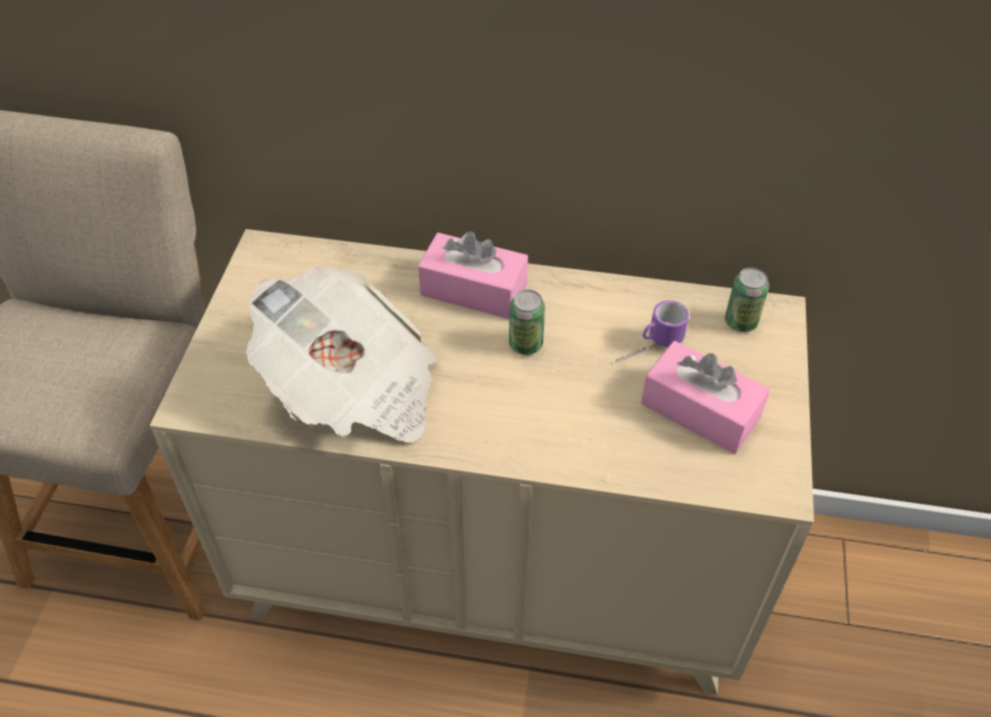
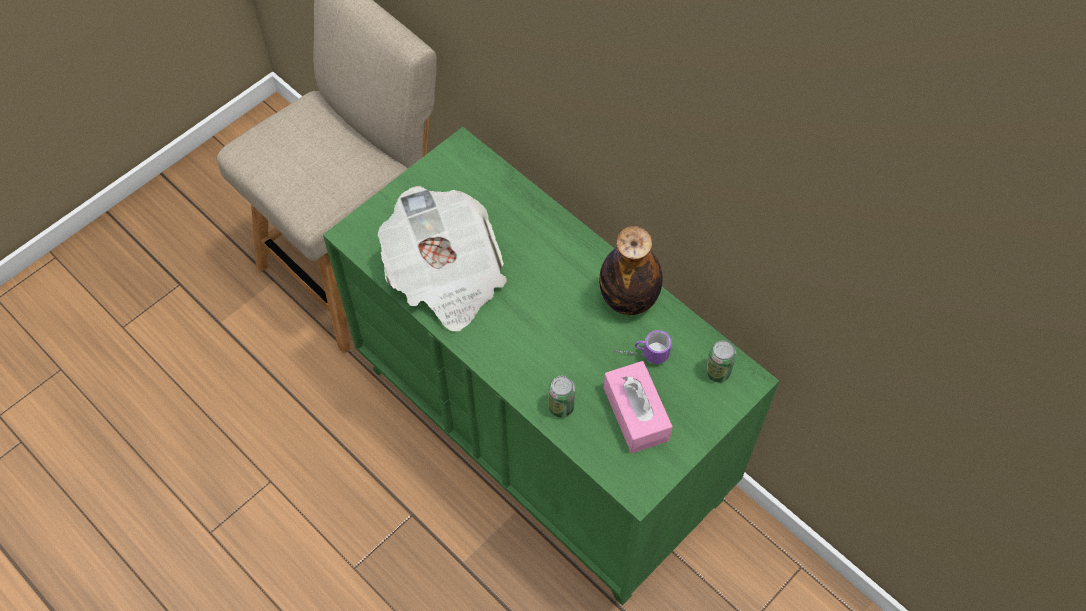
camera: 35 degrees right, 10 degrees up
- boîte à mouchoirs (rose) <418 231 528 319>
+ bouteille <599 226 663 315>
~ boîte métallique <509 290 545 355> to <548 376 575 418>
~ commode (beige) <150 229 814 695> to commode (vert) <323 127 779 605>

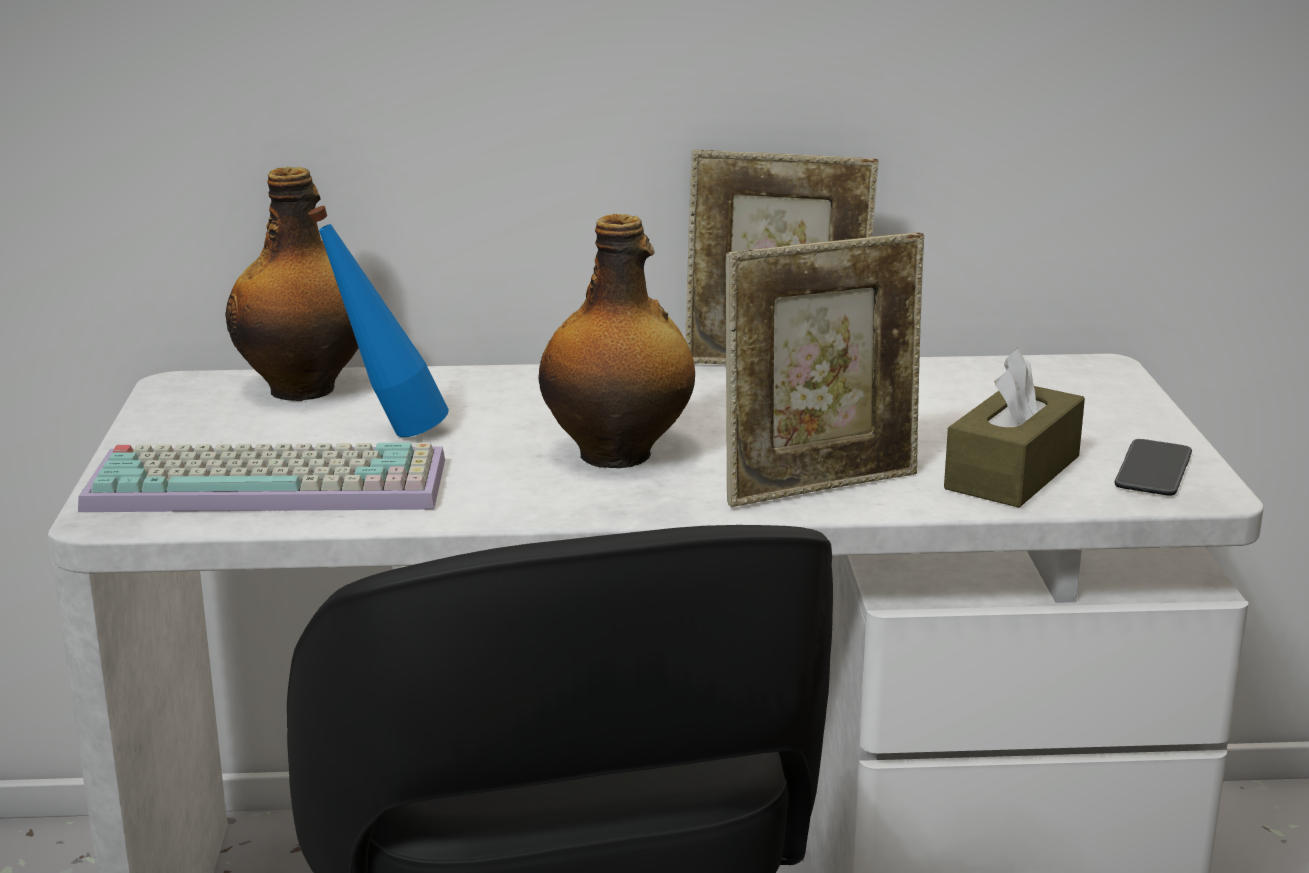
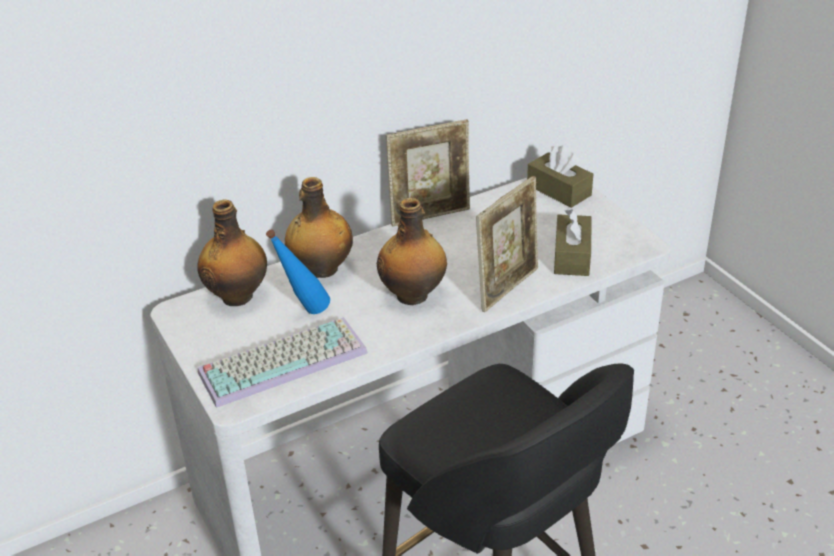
camera: 25 degrees left, 15 degrees up
- téléphone <1115 439 1192 495>
+ bouteille <285 177 353 278>
+ boîte à mouchoirs (marron) <527 145 593 208>

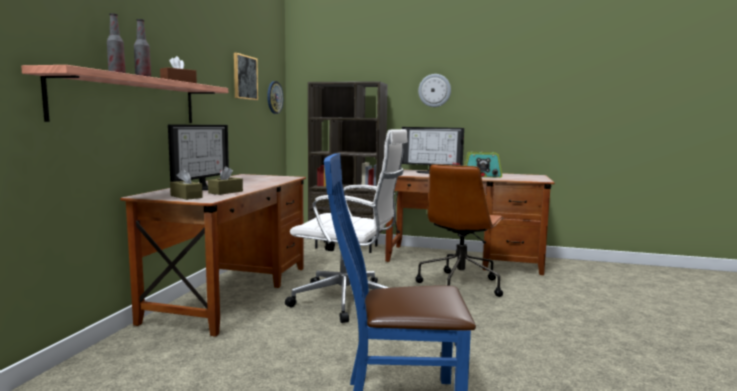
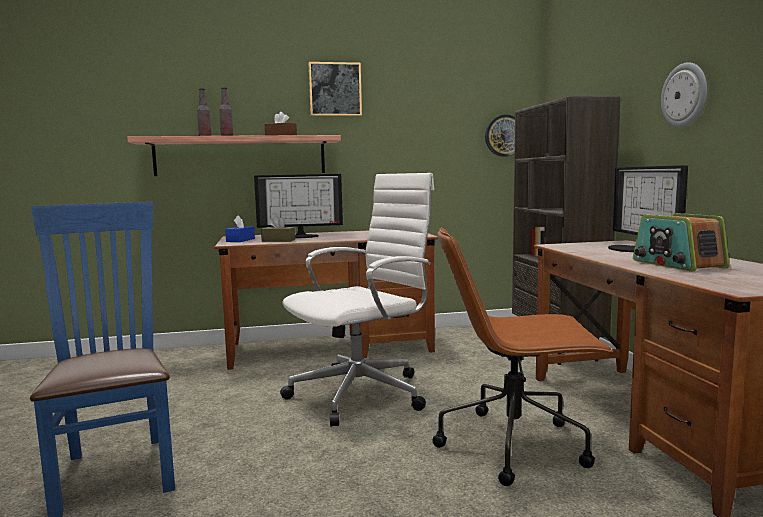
camera: 65 degrees right, 0 degrees up
~ tableau <234 53 258 100> to <309 62 362 116>
~ boîte à mouchoirs (marron) <170 169 203 200> to boîte à mouchoirs (bleu) <225 215 255 242>
~ chaise de bureau (blanc) <285 129 408 323> = <280 173 434 426> 120 degrees counterclockwise

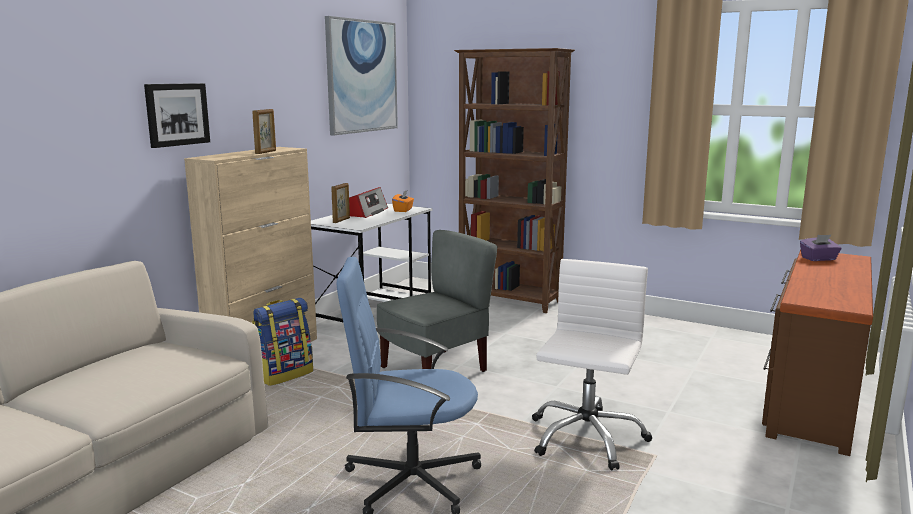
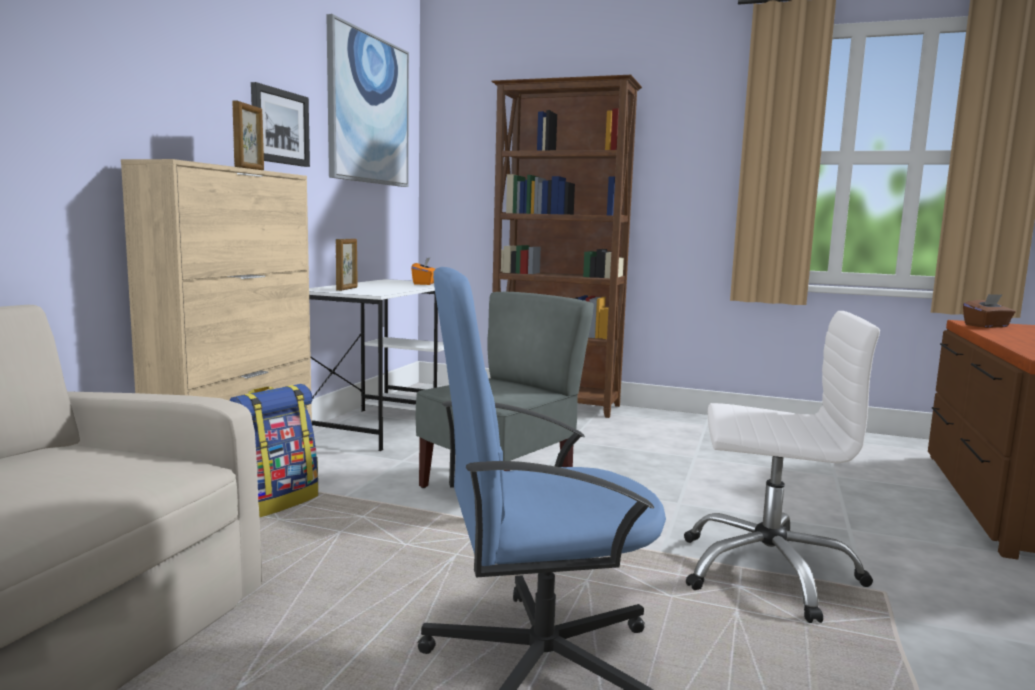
camera: 10 degrees left, 5 degrees down
- radio <349 187 388 218>
~ tableau <144 83 210 148> to <251 82 310 167>
~ boîte à mouchoirs (violet) <800 235 842 261> to boîte à mouchoirs (marron) <963 294 1015 328>
~ chaise de bureau (blanc) <532 259 652 470> = <684 311 880 623> 90 degrees clockwise

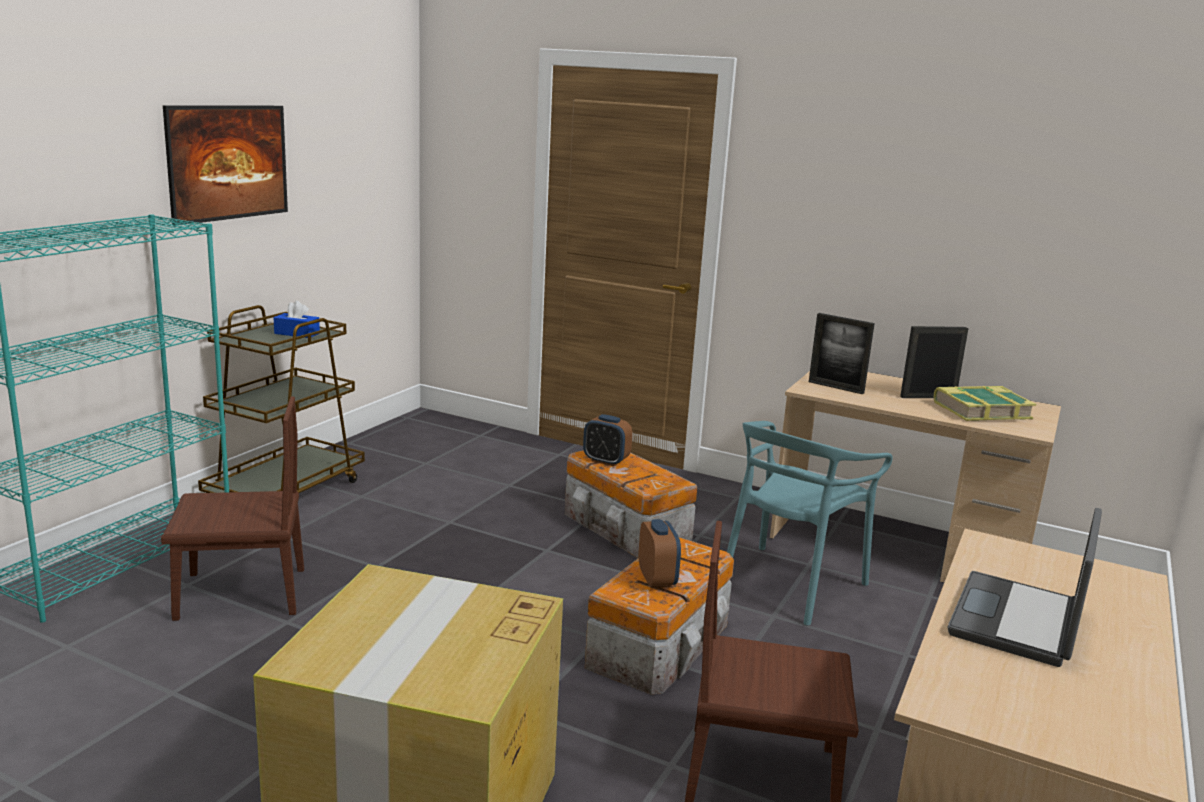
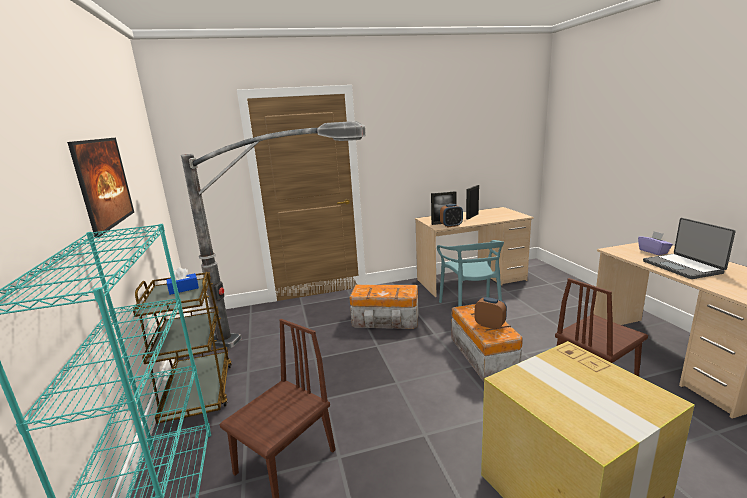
camera: 40 degrees left, 0 degrees up
- livre <934 386 1036 421>
+ lampadaire <181 121 366 348>
+ boîte à mouchoirs (violet) <638 231 673 255>
~ réveil <583 414 632 466> to <440 204 463 227>

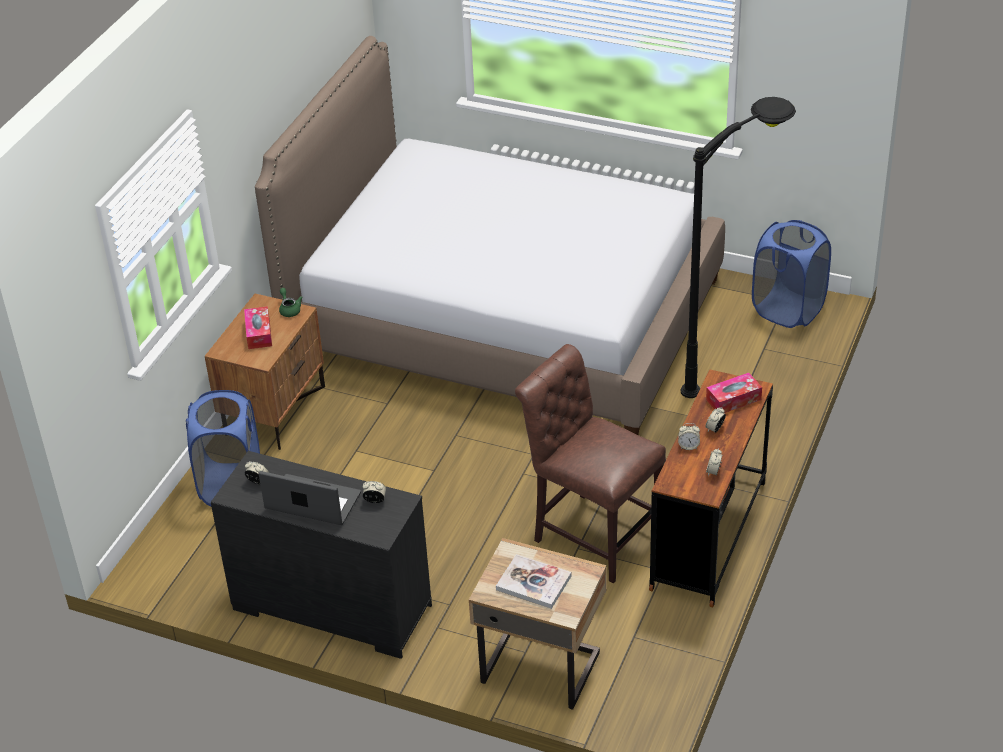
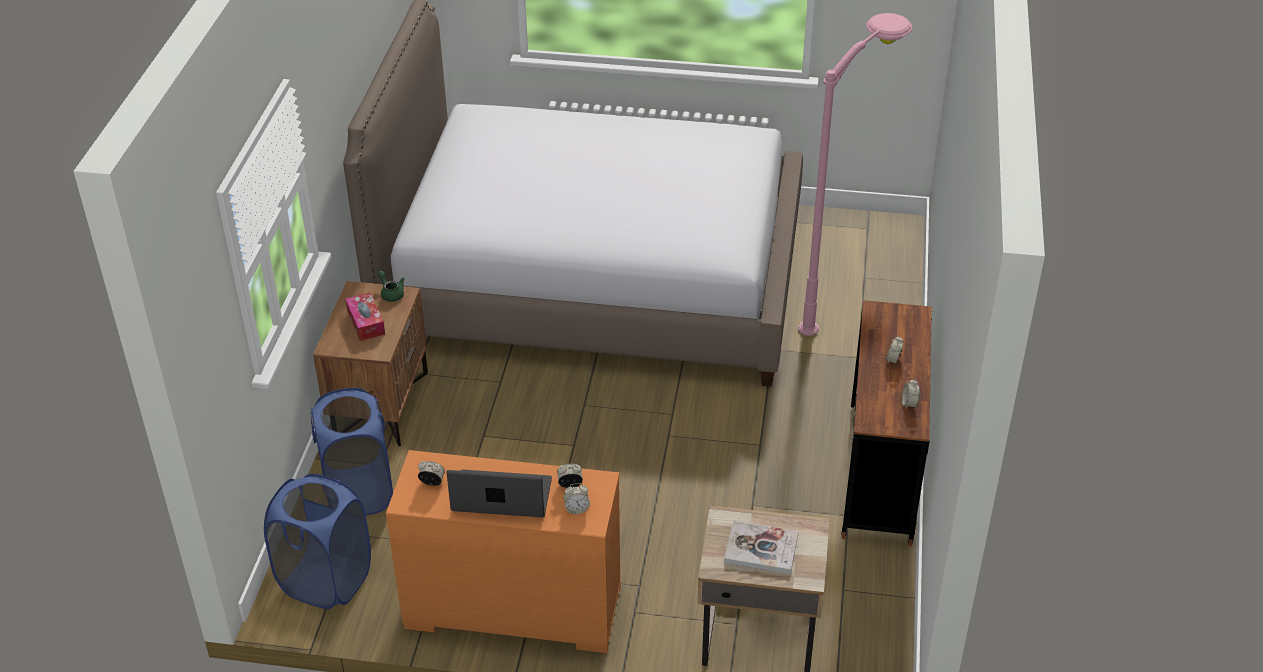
camera: 15 degrees left, 0 degrees up
- chaise (marron) <515 344 666 583>
- boîte à mouchoirs <706 373 762 413>
~ réveil <678 423 700 450> to <564 483 590 514>
~ panier à linge (bleu) <752 220 831 328> to <264 474 371 609>
~ commode (noir) <211 451 432 659> to commode (orange) <386 450 621 653>
~ lampadaire (noir) <681 97 796 398> to lampadaire (rose) <798 13 912 336>

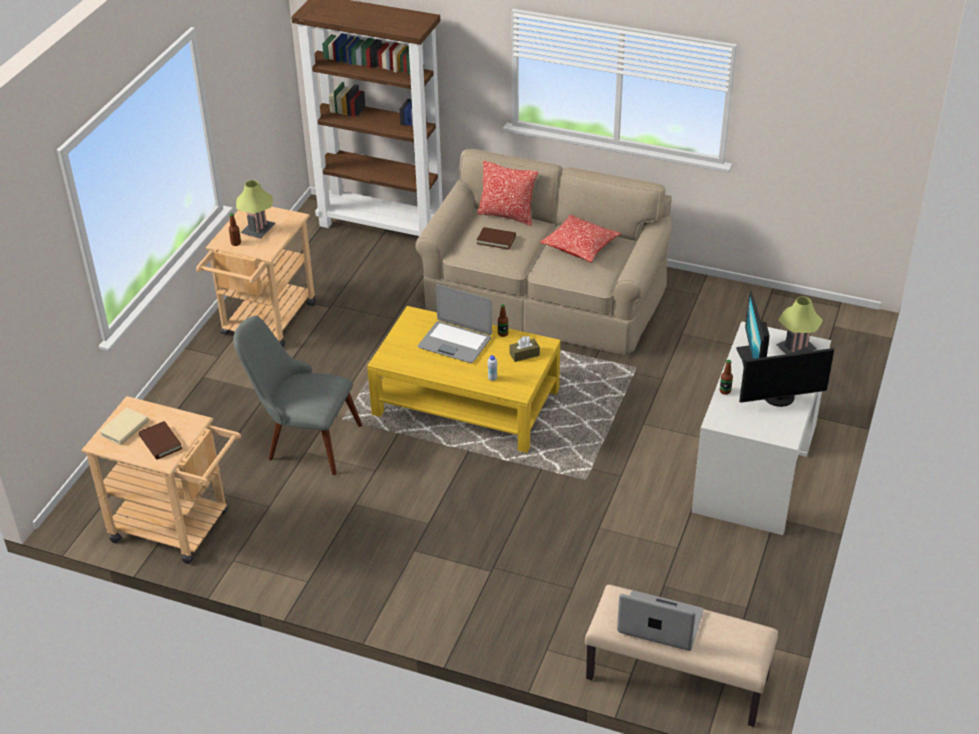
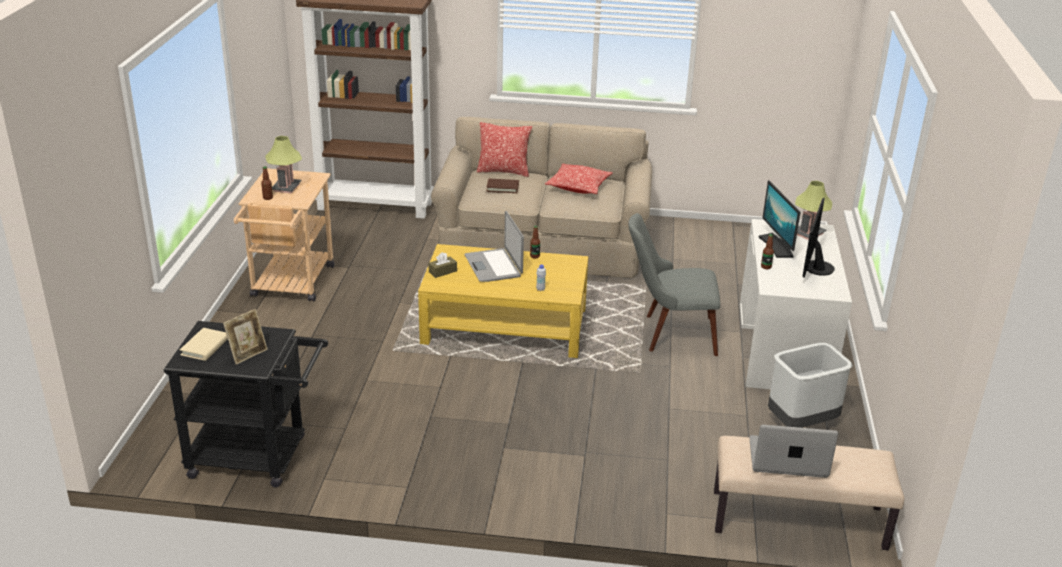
camera: 15 degrees left, 10 degrees down
+ poubelle (gris) <768 343 853 428>
~ chaise (gris) <233 316 362 475> to <628 213 720 356>
~ boîte à mouchoirs (marron) <510 336 540 362> to <429 252 457 278>
~ livre (marron) <139 421 183 460> to cadre photo <223 309 268 365>
~ chariot (beige) <81 396 241 564> to chariot (noir) <163 321 328 488>
~ ordinateur portable <418 284 492 363> = <465 211 524 282> 60 degrees clockwise
~ écran d'ordinateur <739 348 835 407> = <803 198 835 277> 135 degrees clockwise

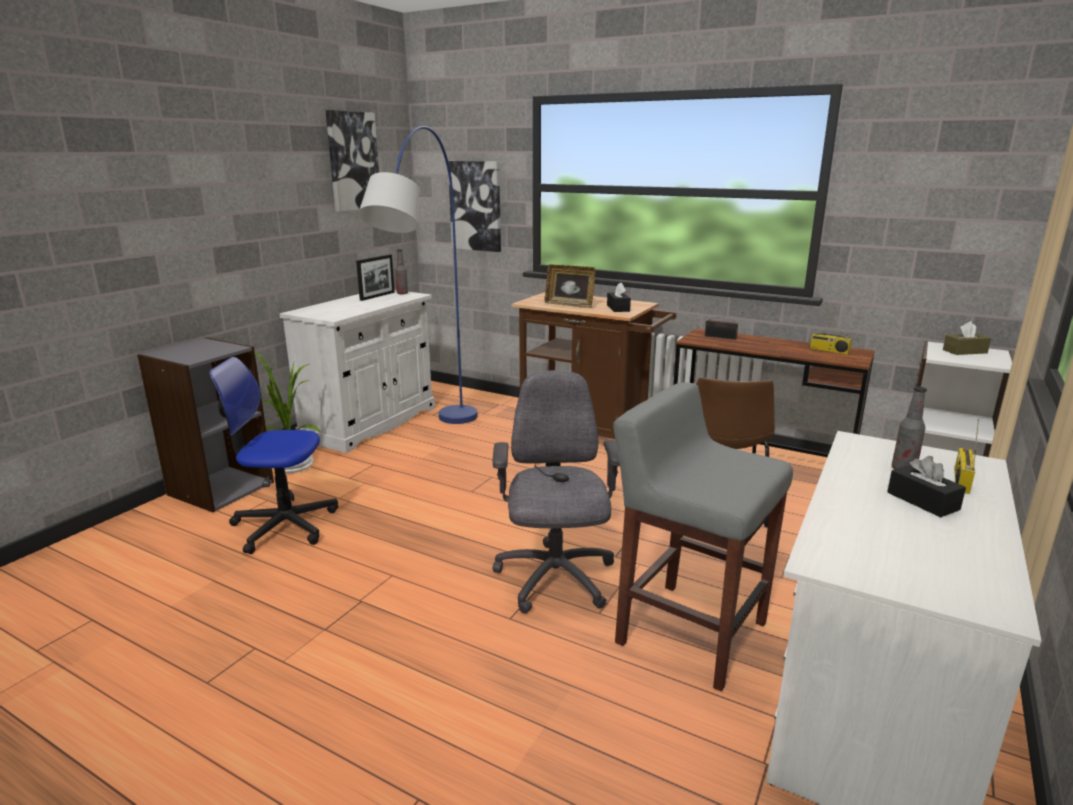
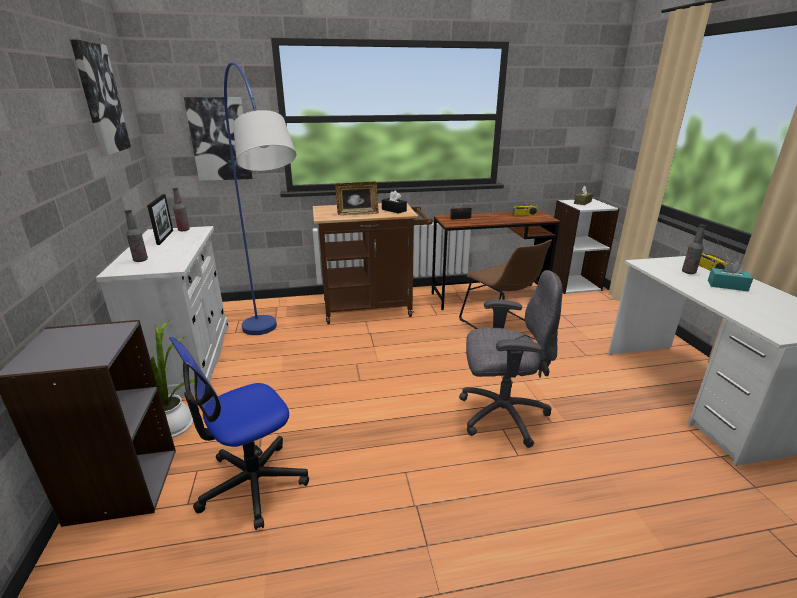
camera: 40 degrees left, 5 degrees up
- tabouret (gris) <613 382 793 692>
+ bouteille <124 210 148 262>
~ boîte à mouchoirs (noir) <887 456 966 517> to boîte à mouchoirs (turquoise) <708 261 753 291>
~ chaise de bureau (gris) <492 370 620 614> = <459 270 563 448> 135 degrees clockwise

